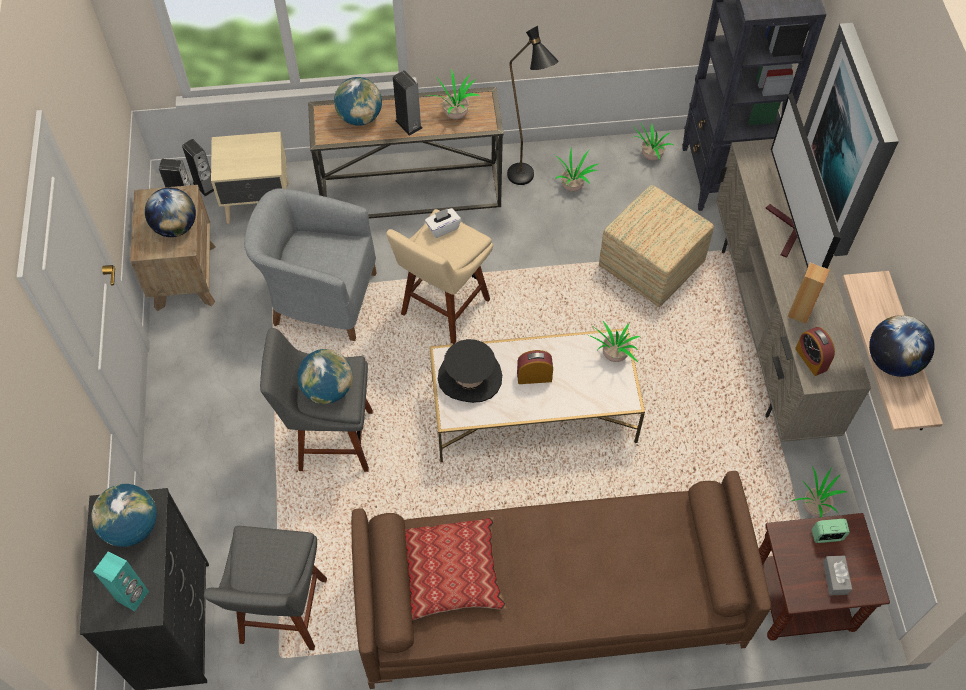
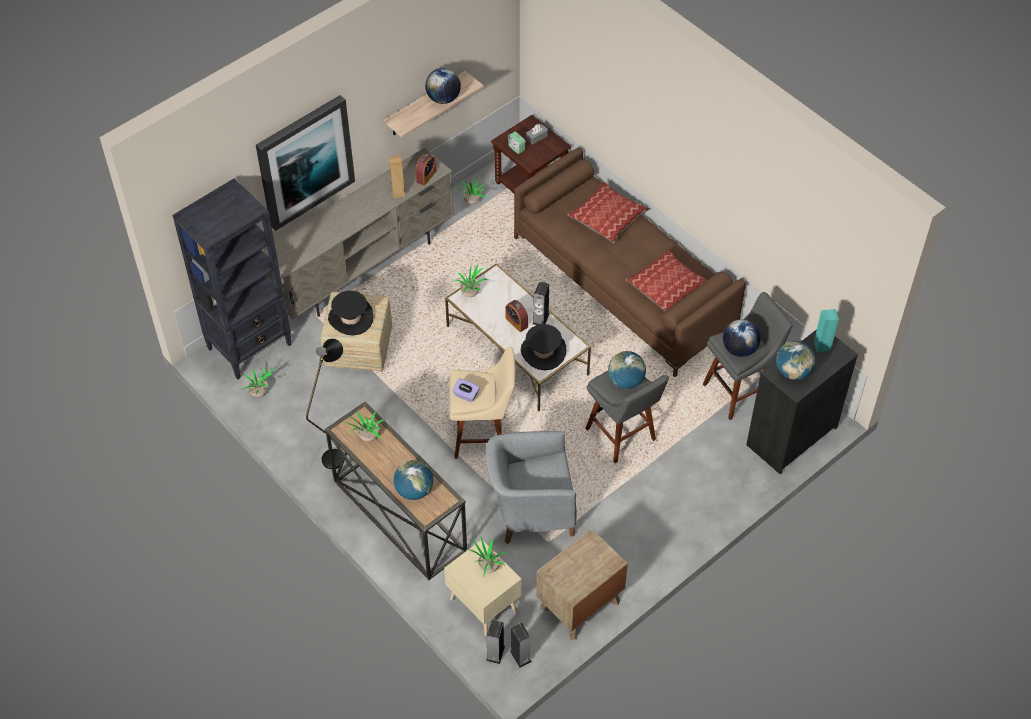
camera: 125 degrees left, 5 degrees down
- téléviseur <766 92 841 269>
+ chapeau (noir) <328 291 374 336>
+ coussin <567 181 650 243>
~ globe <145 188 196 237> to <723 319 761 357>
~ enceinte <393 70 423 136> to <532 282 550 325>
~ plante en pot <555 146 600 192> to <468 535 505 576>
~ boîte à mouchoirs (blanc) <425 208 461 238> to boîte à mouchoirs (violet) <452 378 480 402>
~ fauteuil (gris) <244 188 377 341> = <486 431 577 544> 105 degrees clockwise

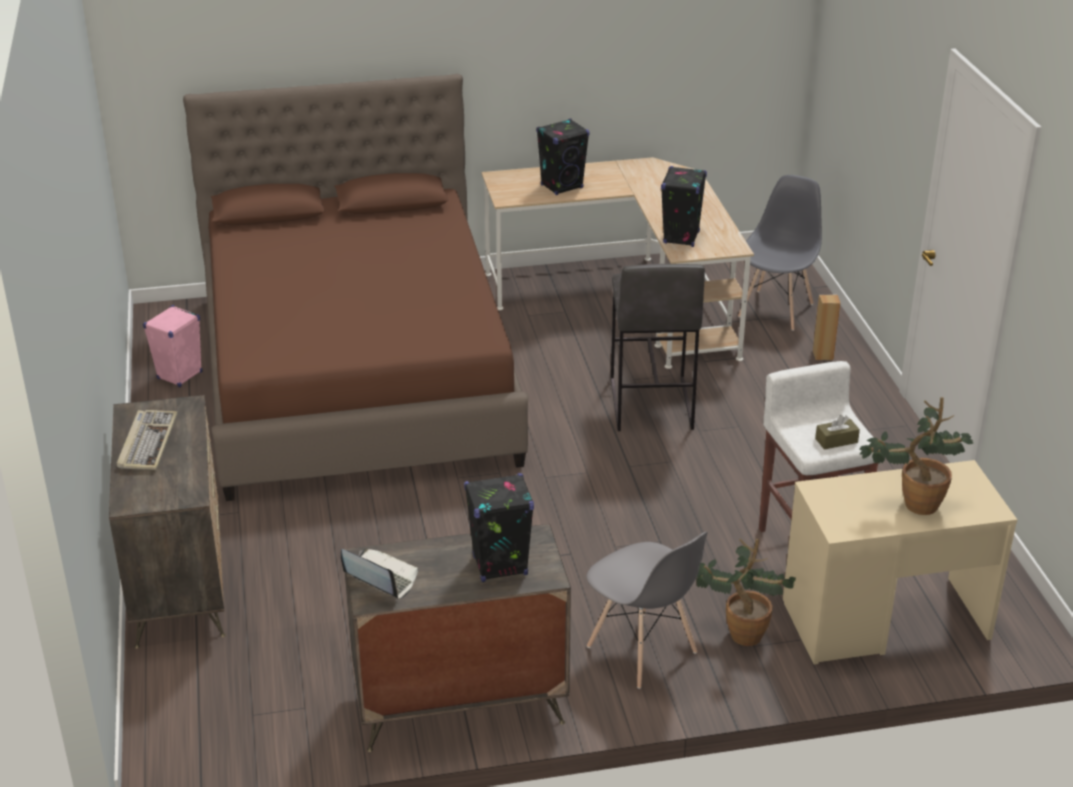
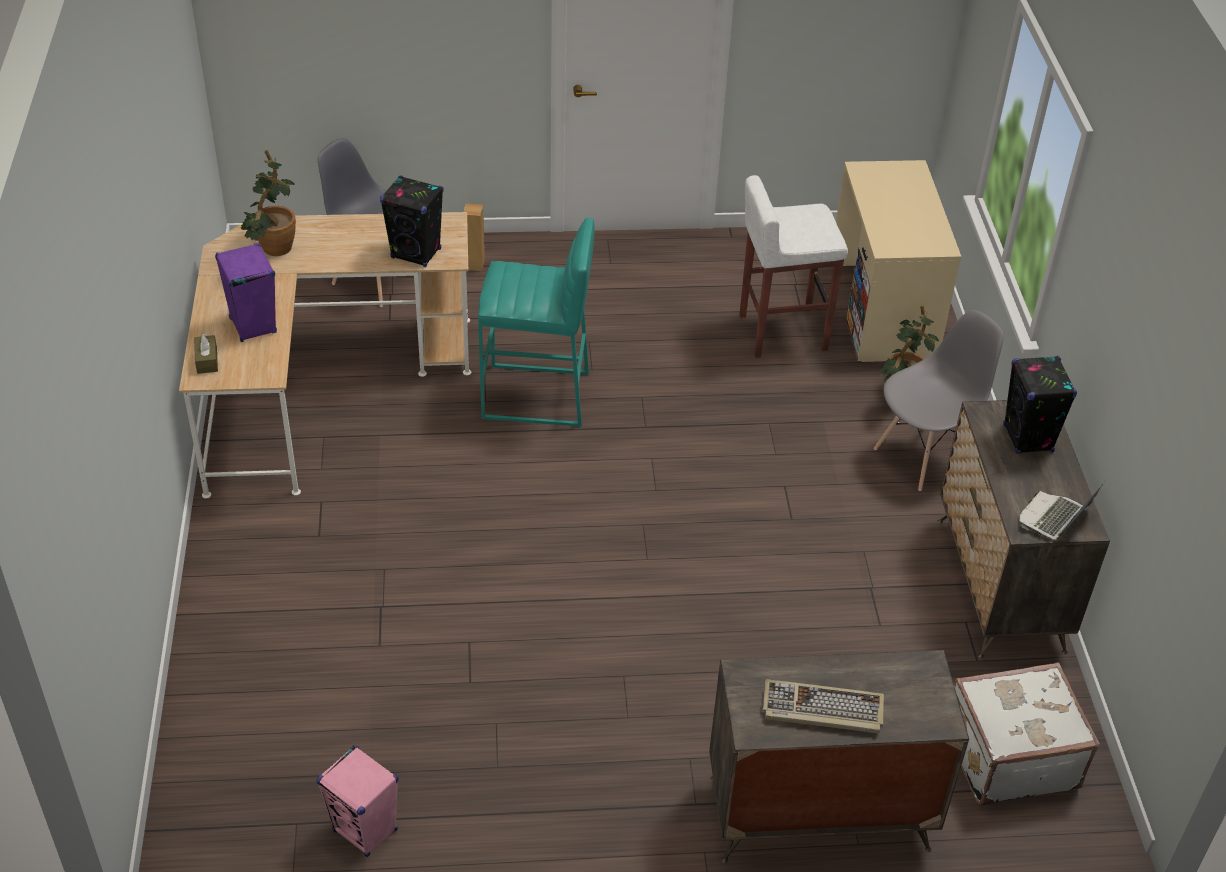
camera: 85 degrees left, 10 degrees up
- lit (marron) <183 74 529 501>
+ valise (blanc) <954 663 1100 805>
~ boîte à mouchoirs (marron) <815 415 860 450> to <194 333 218 374>
~ plante en pot <860 397 973 515> to <241 150 296 256>
~ enceinte (noir) <536 119 590 195> to enceinte (violet) <215 243 277 342>
~ tabouret (gris) <611 264 705 431> to tabouret (turquoise) <478 218 595 427>

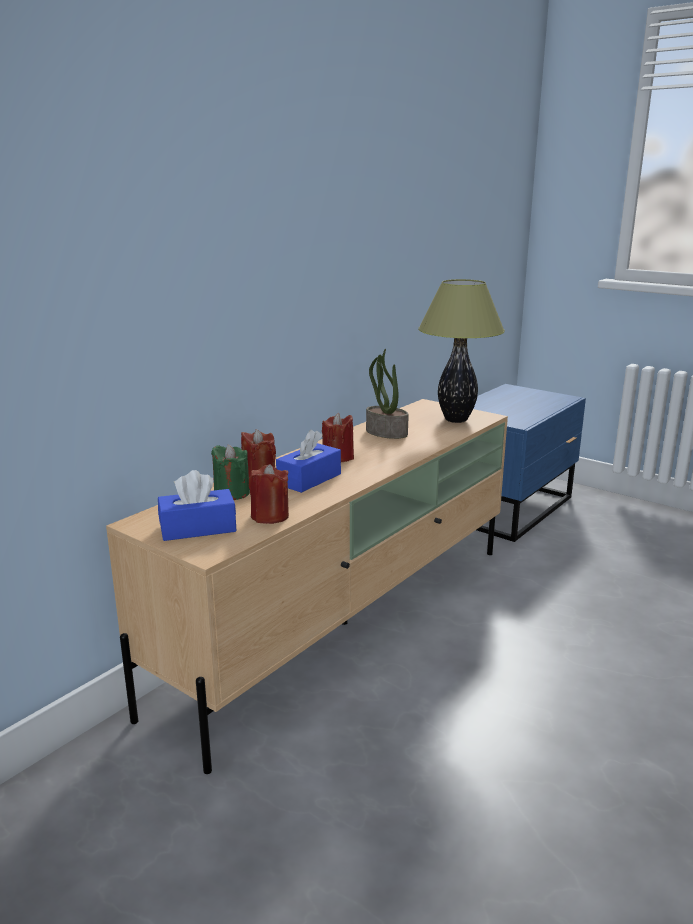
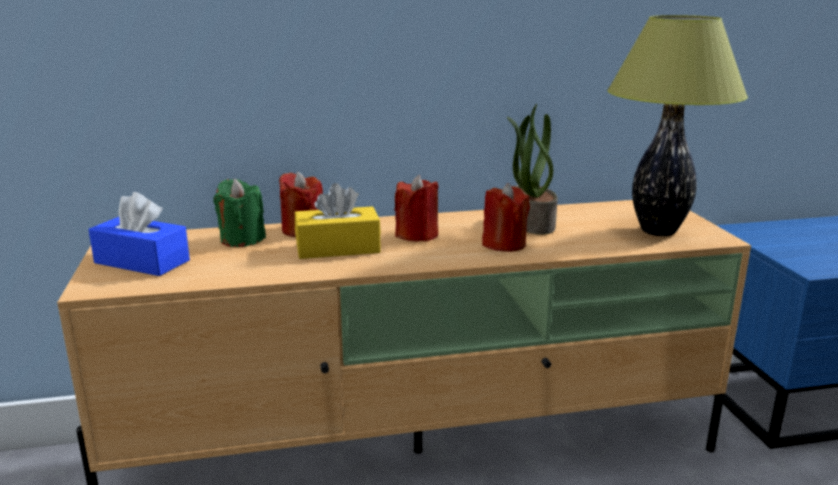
camera: 40 degrees right, 0 degrees up
~ bougie (rouge) <249 464 289 524> to <482 183 530 252>
~ boîte à mouchoirs (bleu) <276 430 341 493> to boîte à mouchoirs (jaune) <295 183 381 259>

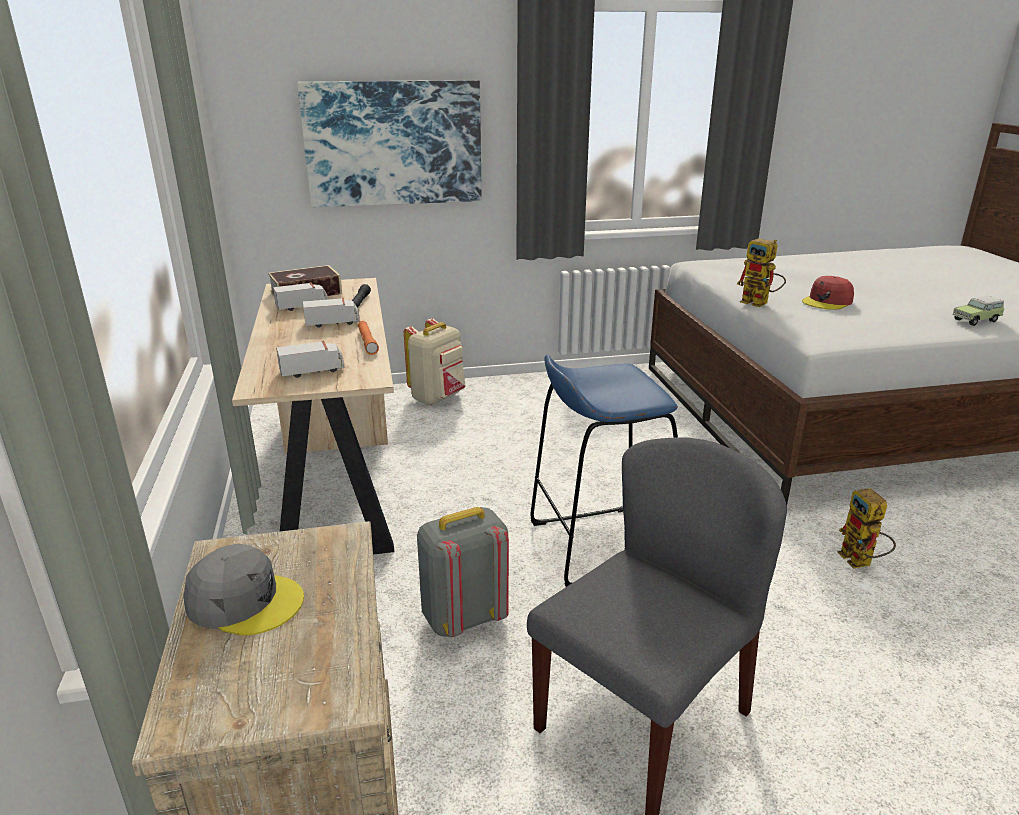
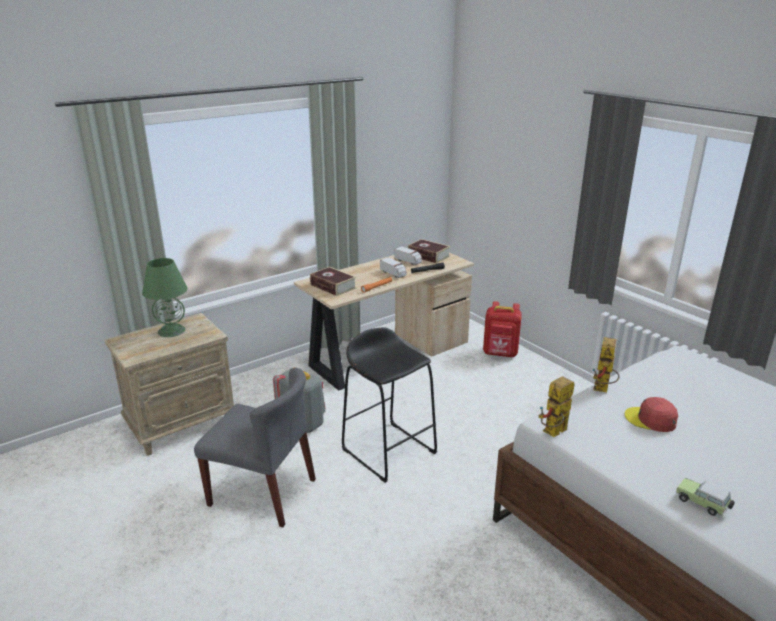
camera: 65 degrees right, 0 degrees up
- tableau <297 80 482 207>
~ robot jouet <837 488 896 568> to <538 376 574 437>
~ casquette (gris) <183 544 304 635> to lampe de table (vert) <142 258 188 337>
~ camion jouet <276 341 344 378> to livre <310 267 356 296>
~ sac à dos (beige) <404 319 466 405> to sac à dos (rouge) <483 301 522 357>
~ tabouret (bleu) <531 355 678 587> to tabouret (noir) <342 327 437 483>

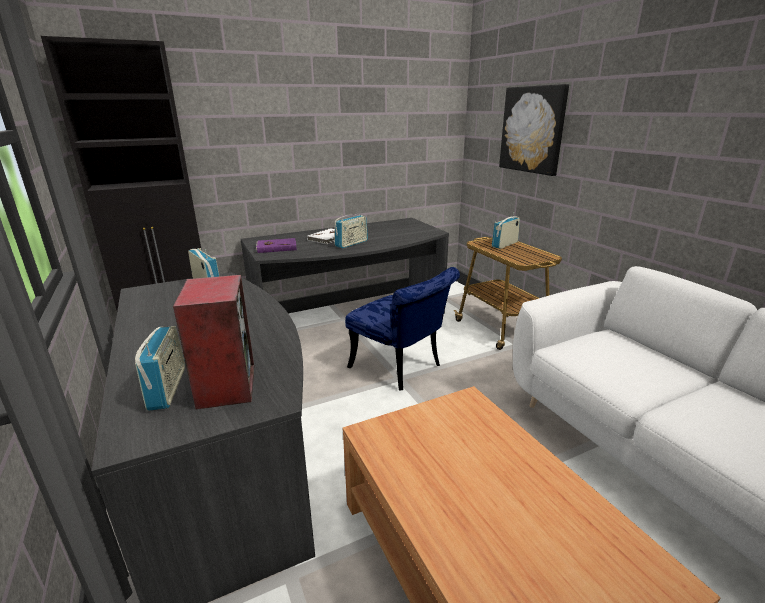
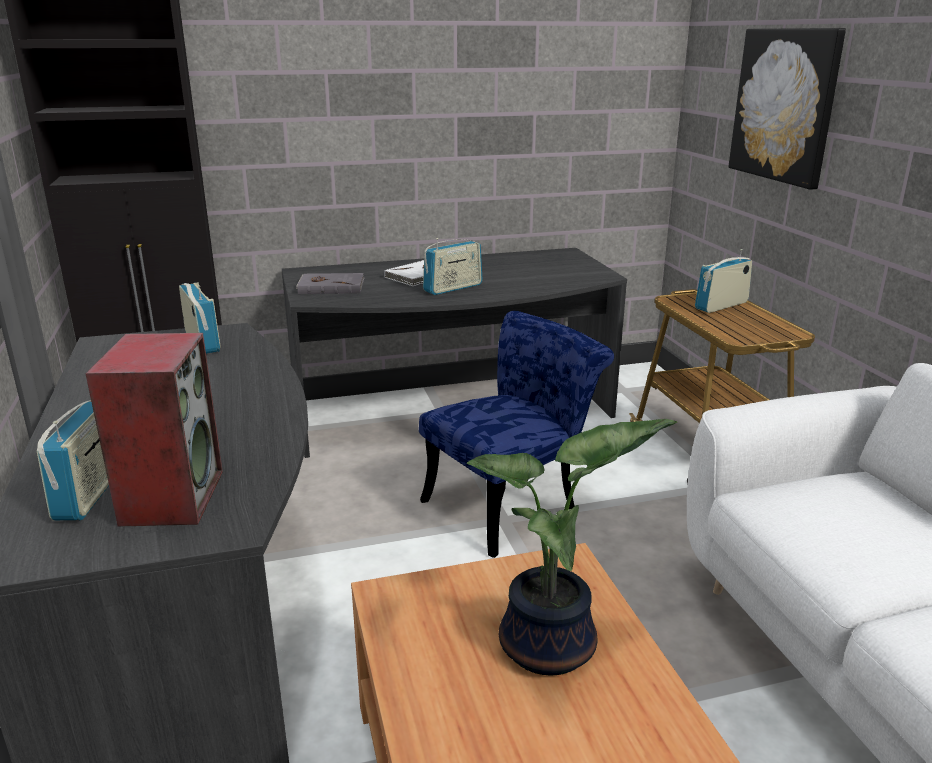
camera: 10 degrees right, 0 degrees up
+ plante en pot <467 419 677 676>
~ livre (violet) <256 238 297 253> to livre (gris) <296 273 365 294>
~ chaise (bleu) <345 267 460 390> = <419 311 614 558> 90 degrees counterclockwise

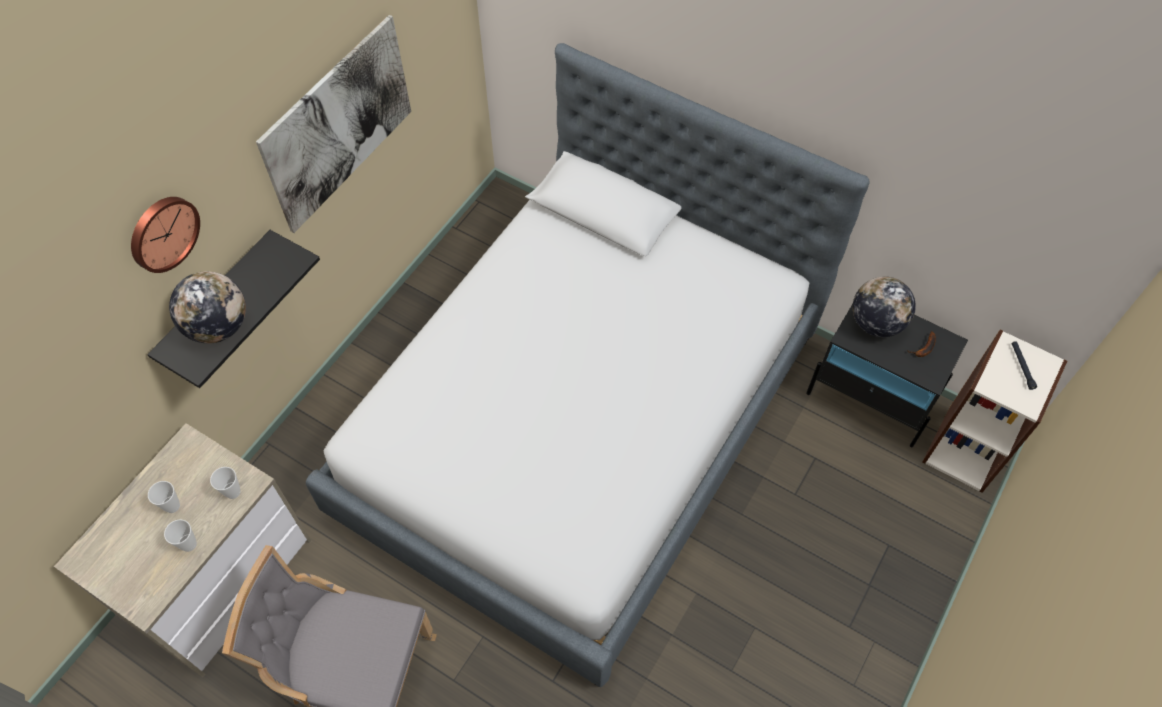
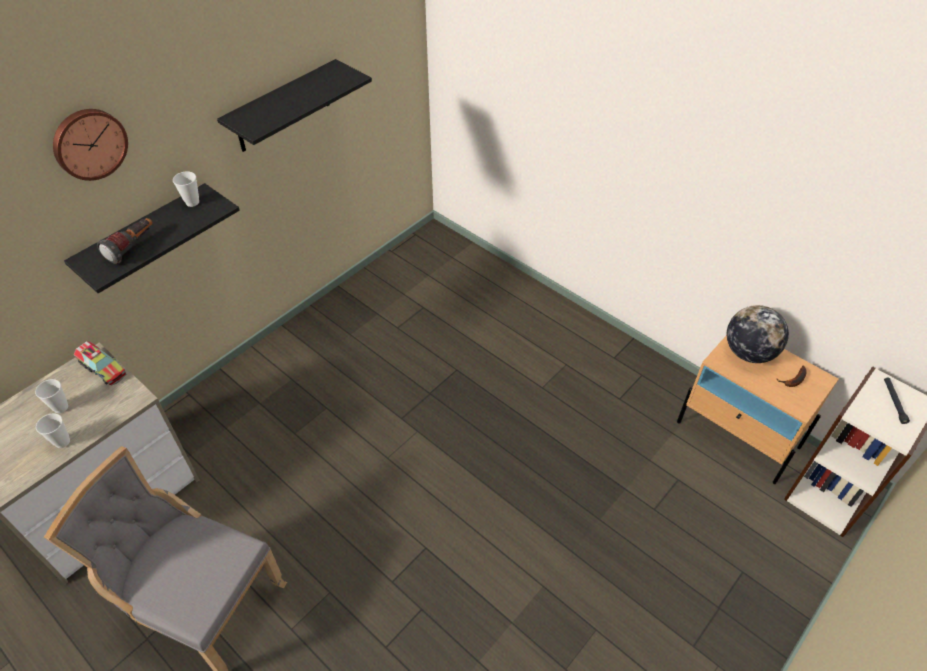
camera: 10 degrees right, 10 degrees down
- lit <306 43 870 687>
+ camion jouet <74 341 126 386>
~ tasse <210 467 240 499> to <173 171 199 207>
~ globe <169 271 246 343> to lampe de poche <97 218 152 264>
~ tableau <256 15 411 233> to étagère (noir) <217 59 372 152>
~ table de chevet (noir) <806 304 968 447> to table de chevet (beige) <677 335 839 484>

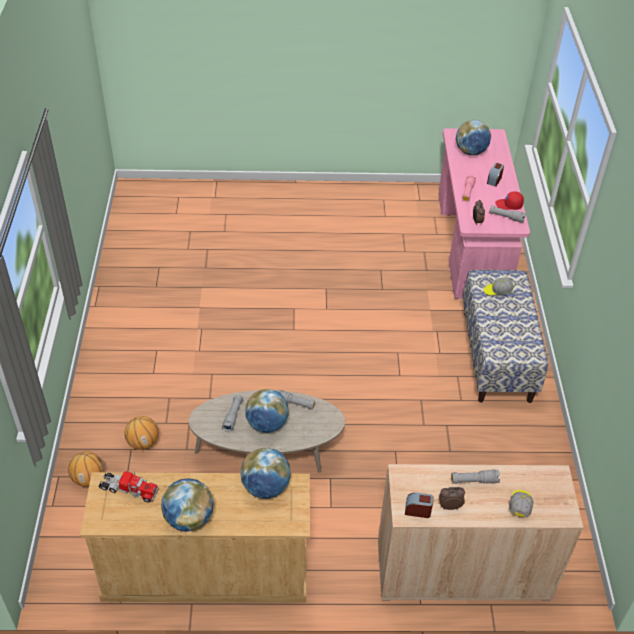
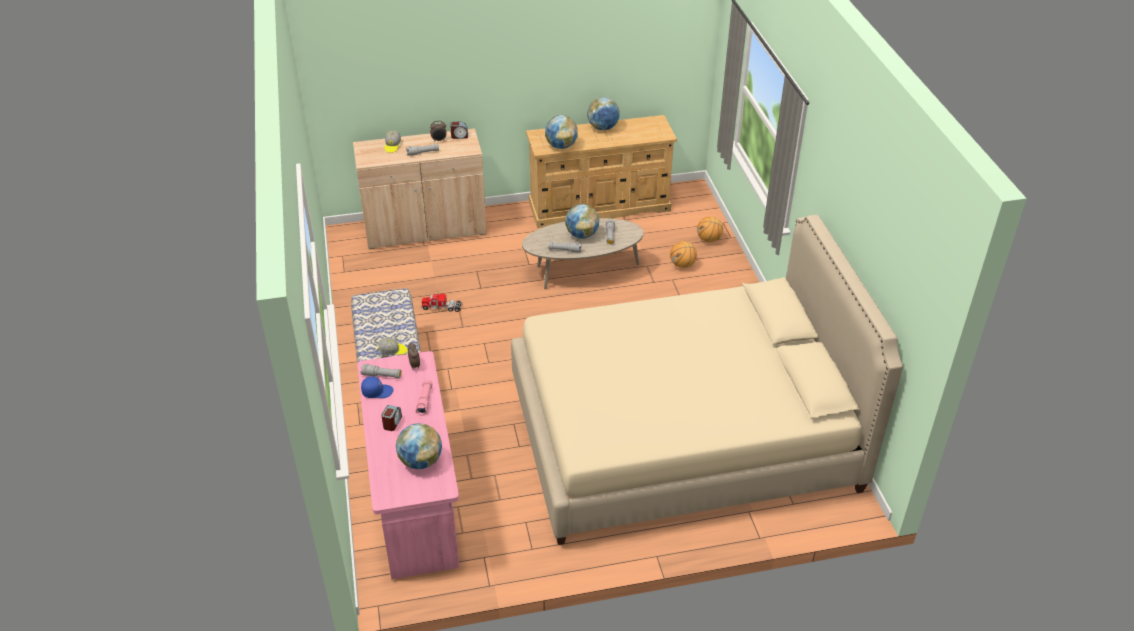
camera: 170 degrees right, 5 degrees down
+ lit (beige) <511 215 903 545>
~ camion jouet <98 471 159 503> to <421 293 462 312>
~ casquette (rouge) <495 191 524 210> to casquette (bleu) <361 376 393 398>

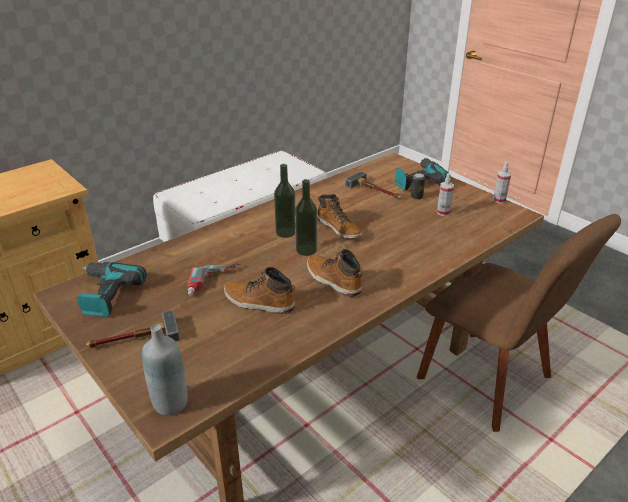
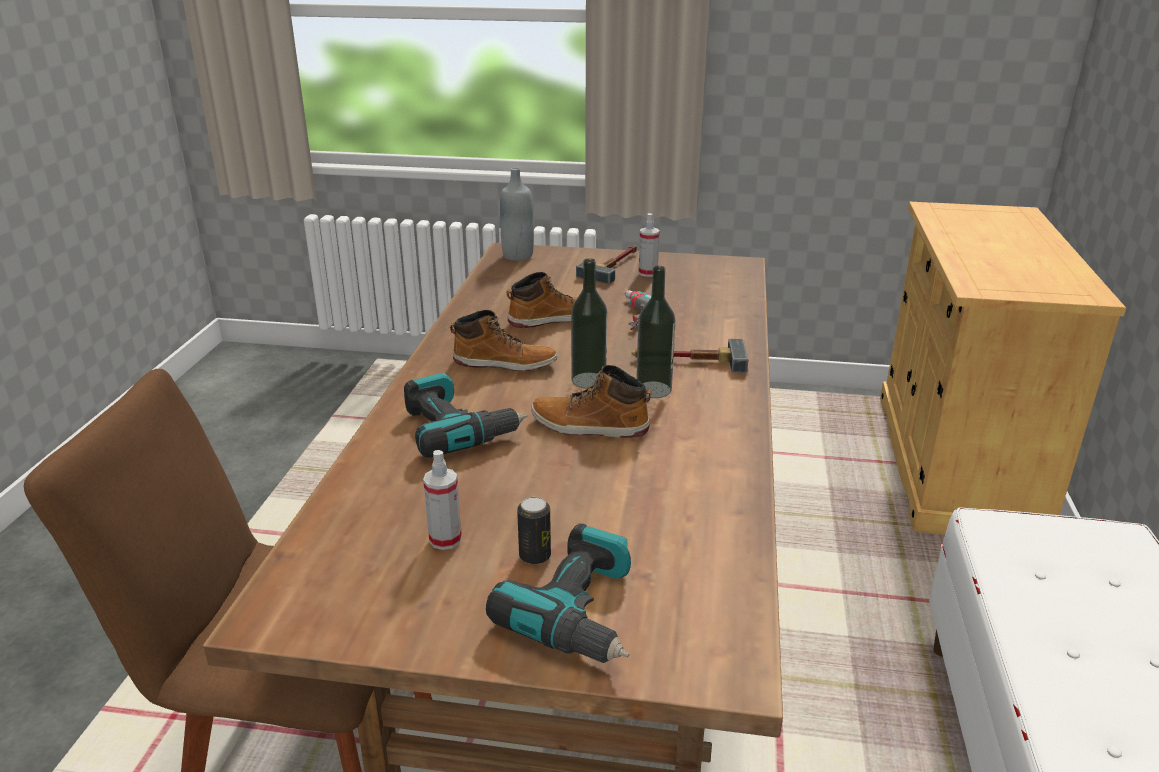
camera: 140 degrees right, 5 degrees down
~ perceuse <77 262 147 317> to <404 373 528 458>
~ marteau <345 171 401 199> to <632 339 748 373>
~ vaporisateur <493 162 511 203> to <639 213 660 277>

